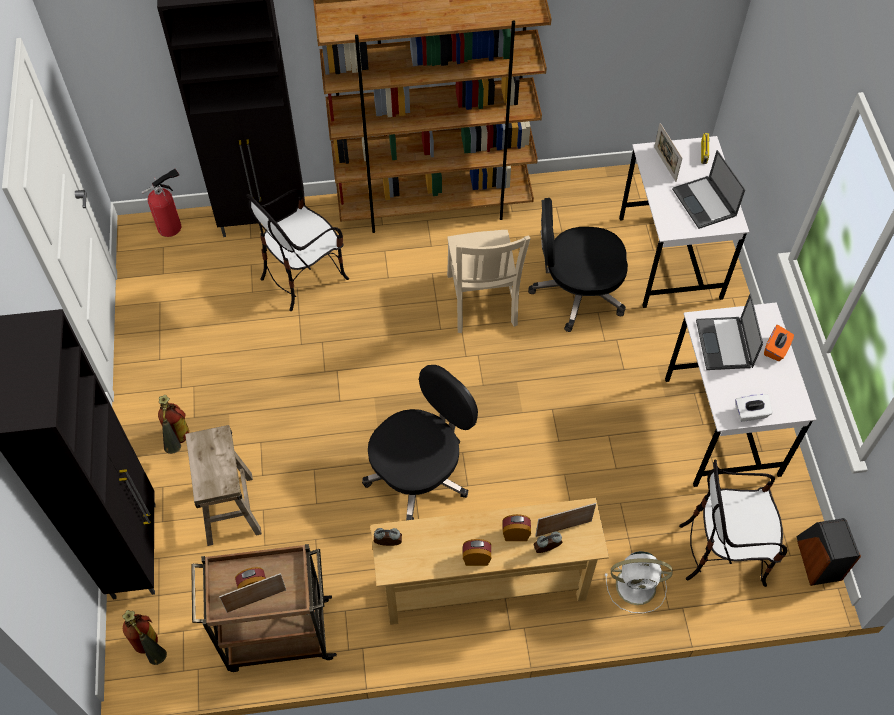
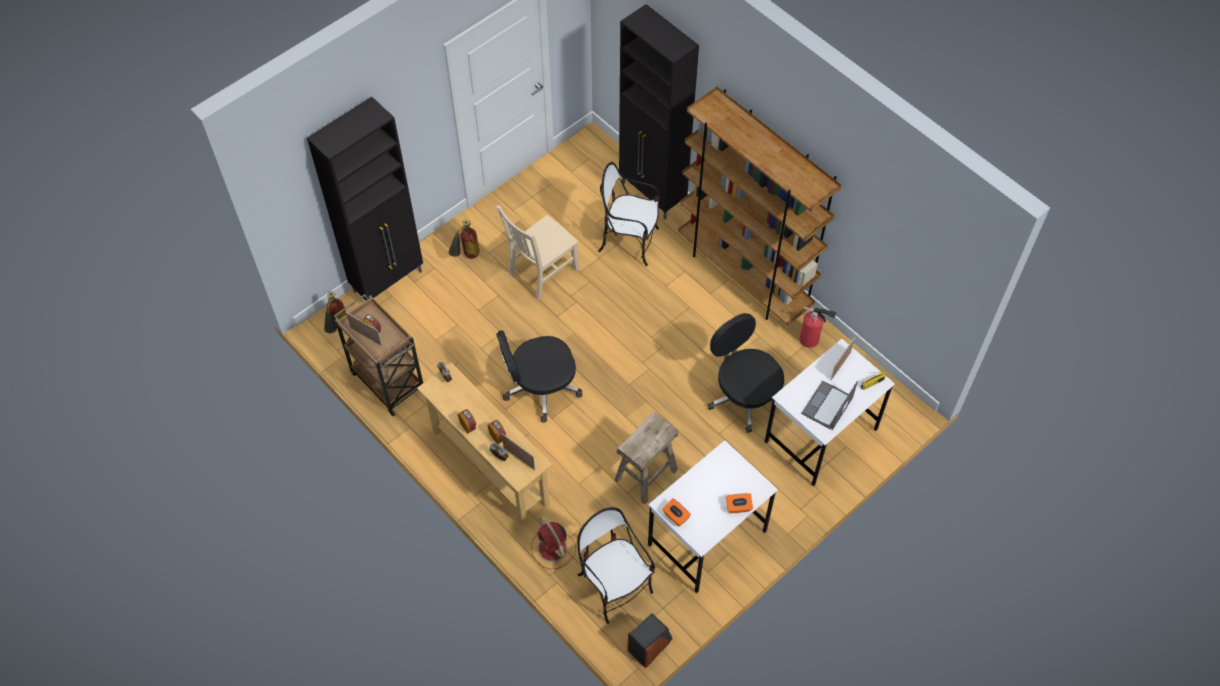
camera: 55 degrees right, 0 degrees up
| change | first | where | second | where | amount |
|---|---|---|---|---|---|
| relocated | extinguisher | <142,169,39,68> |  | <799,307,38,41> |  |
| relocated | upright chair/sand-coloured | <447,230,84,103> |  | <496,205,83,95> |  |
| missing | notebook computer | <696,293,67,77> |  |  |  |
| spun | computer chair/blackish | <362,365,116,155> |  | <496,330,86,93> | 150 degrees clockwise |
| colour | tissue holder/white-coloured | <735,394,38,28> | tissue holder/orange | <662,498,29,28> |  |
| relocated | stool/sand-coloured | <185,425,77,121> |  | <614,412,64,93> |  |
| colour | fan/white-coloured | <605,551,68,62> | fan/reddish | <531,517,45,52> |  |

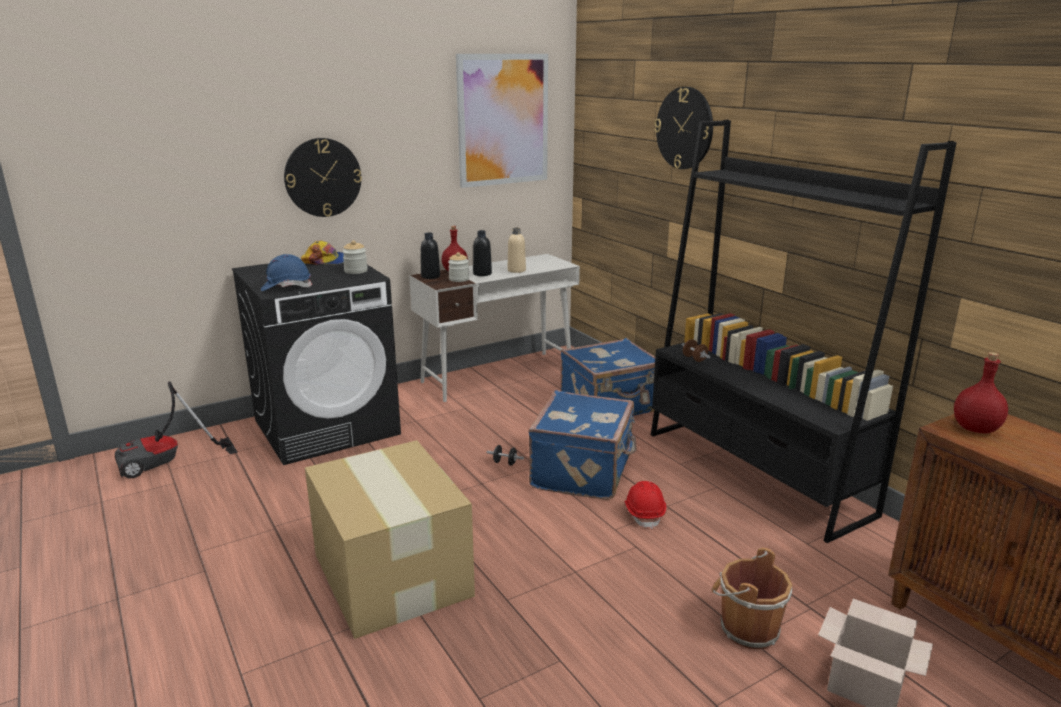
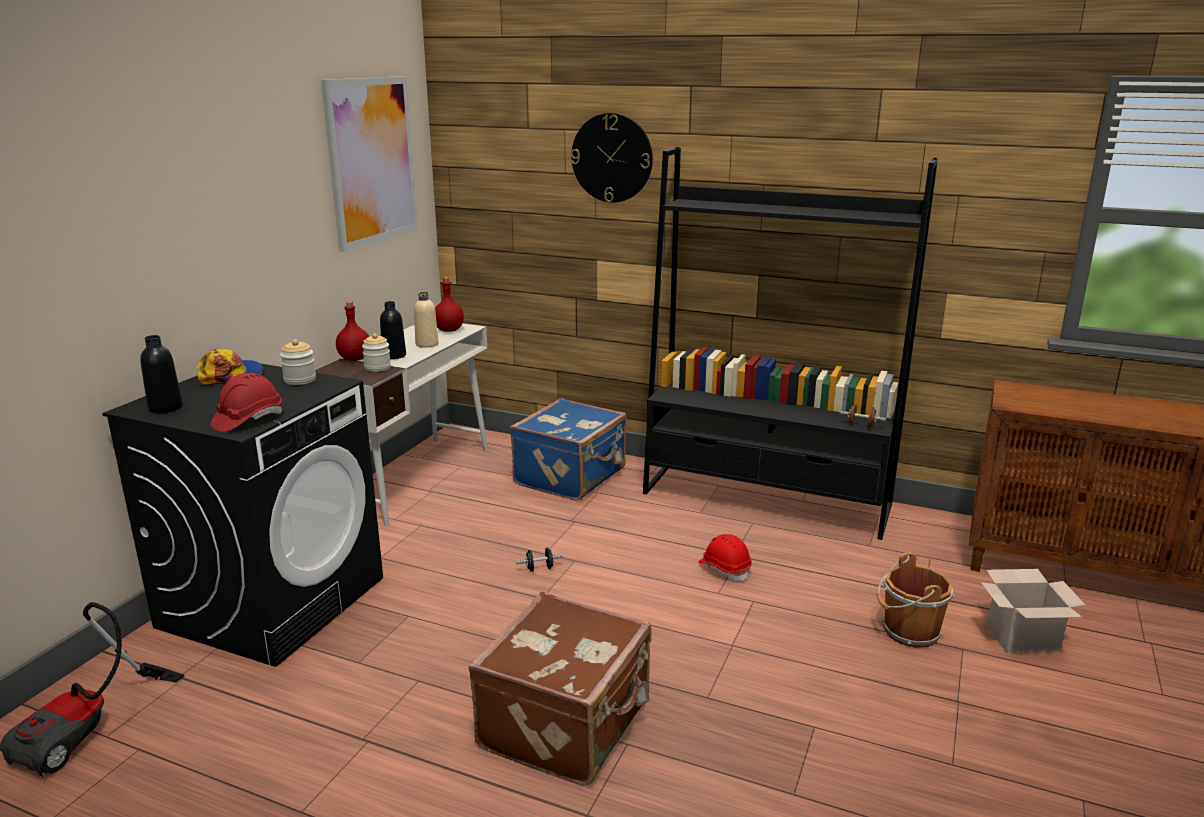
camera: 35 degrees left, 0 degrees up
| change | first | where | second | where | amount |
|---|---|---|---|---|---|
| missing | clock on the wall | <284,138,78,79> |  |  |  |
| relocated | bottle/blackish | <421,233,19,46> |  | <140,335,43,78> |  |
| colour | work helmet/blue-coloured | <261,254,51,37> | work helmet/reddish | <211,373,71,59> |  |
| relocated | hand weight/brownish | <682,339,28,23> |  | <839,404,47,24> |  |
| relocated | bottle/reddish | <954,352,54,82> |  | <435,277,29,55> |  |
| missing | travel case/blue-coloured | <529,390,108,110> |  |  |  |
| exchanged | carton | <305,440,170,199> | travel case/brownish | <468,592,184,194> |  |

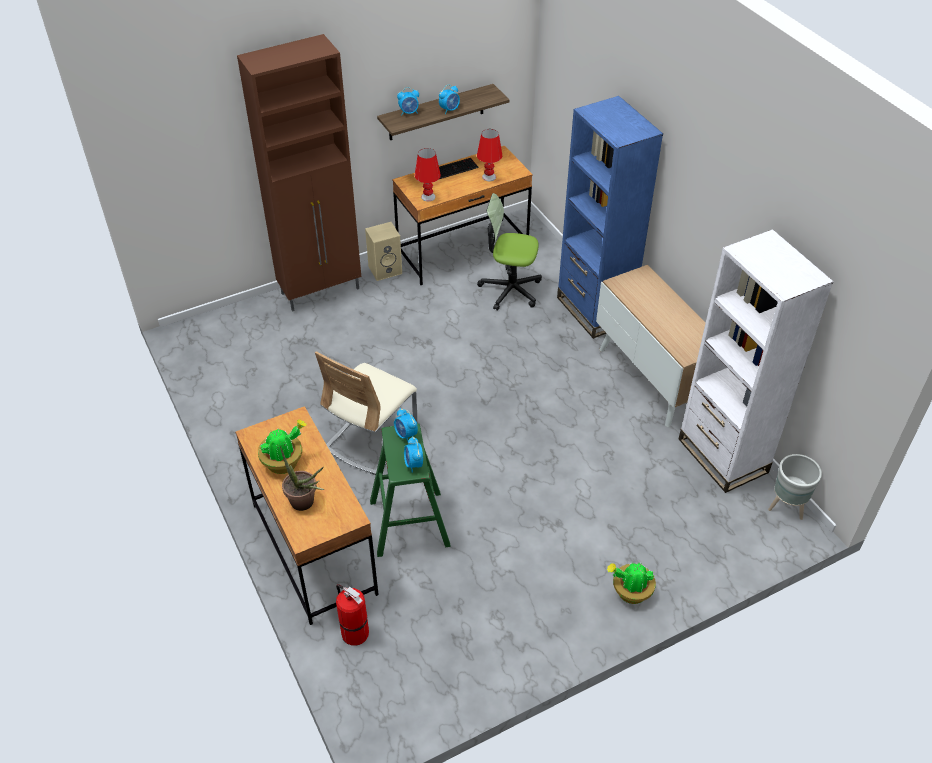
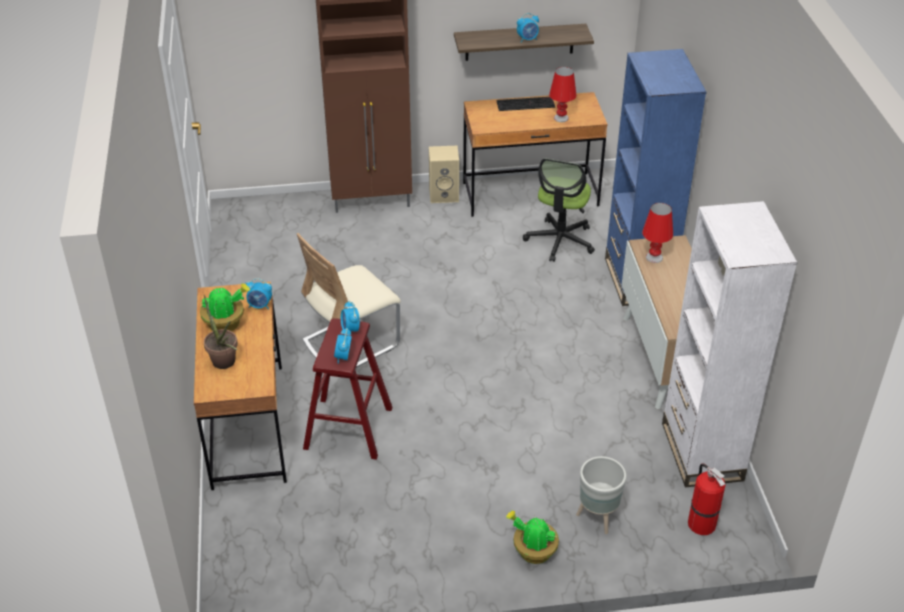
camera: 20 degrees right, 5 degrees down
| change | first | where | second | where | amount |
|---|---|---|---|---|---|
| relocated | bedside clock | <397,87,22,29> |  | <246,278,26,32> |  |
| relocated | lamp for a table/reddish | <414,148,27,53> |  | <642,203,31,60> |  |
| spun | computer chair | <477,193,65,118> |  | <523,159,72,103> | 105 degrees counterclockwise |
| colour | stool/green | <370,423,81,134> | stool/reddish | <303,318,89,142> |  |
| relocated | planter/gray | <768,454,54,66> |  | <576,456,51,78> |  |
| relocated | extinguisher | <336,584,33,62> |  | <688,463,37,72> |  |

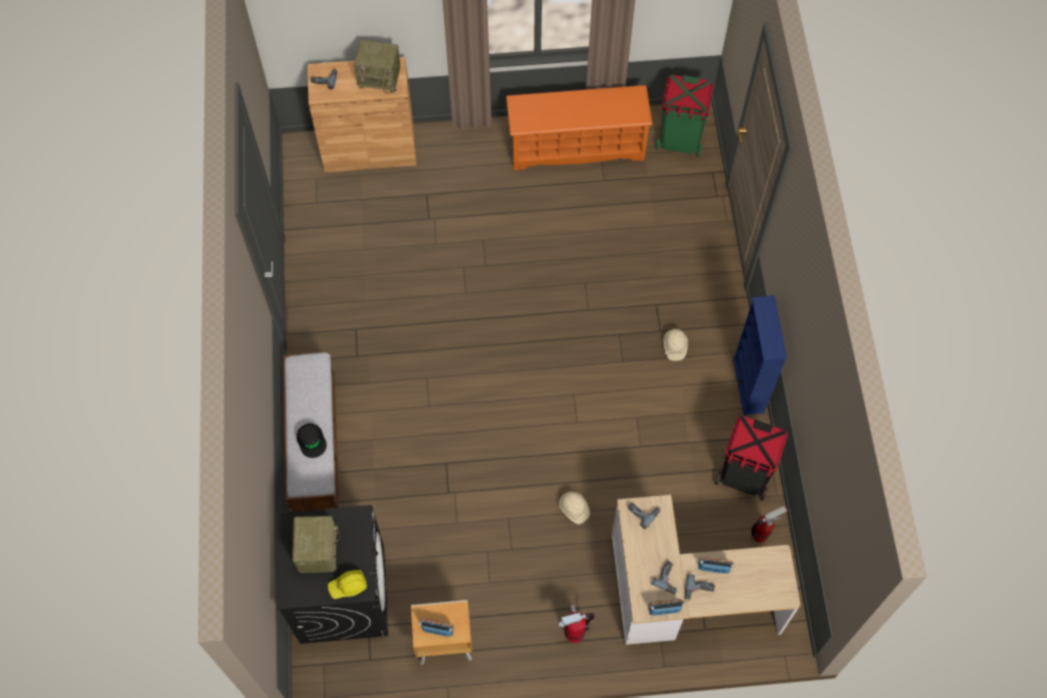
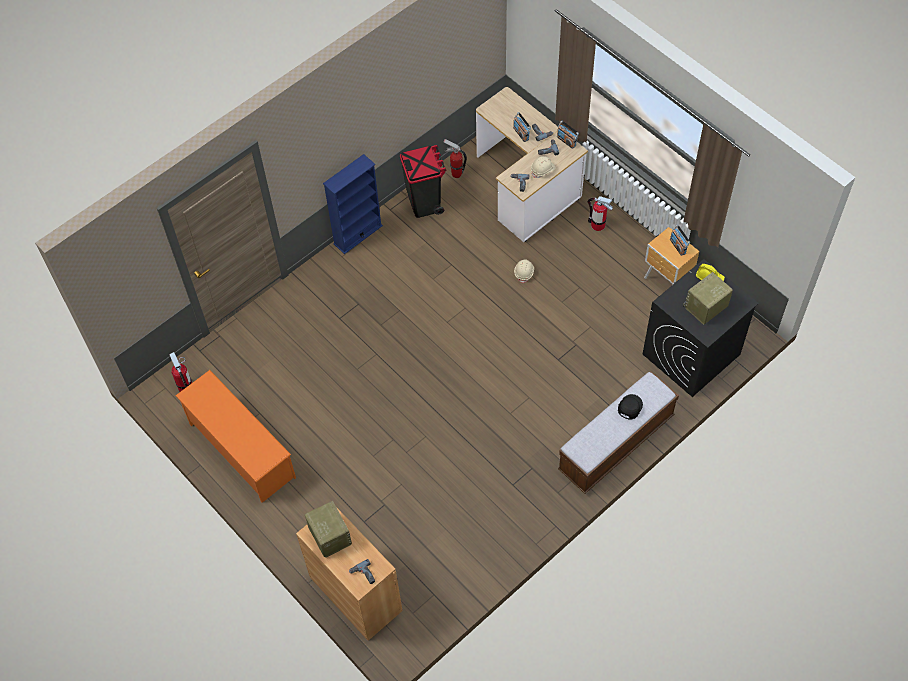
camera: 125 degrees left, 5 degrees down
| change | first | where | second | where | amount |
|---|---|---|---|---|---|
| exchanged | trash can/green | <656,75,57,82> | extinguisher | <169,352,23,40> |  |
| relocated | work helmet/sand-coloured | <663,329,25,32> |  | <531,156,25,22> |  |

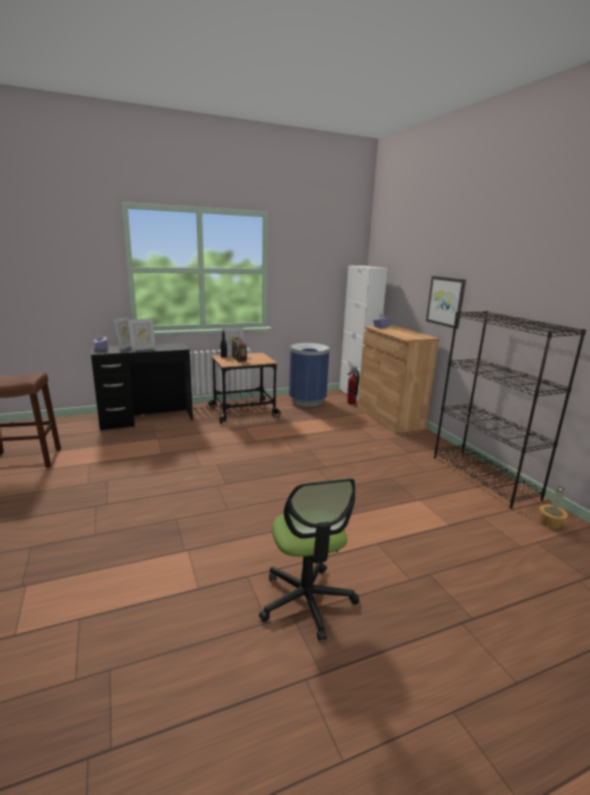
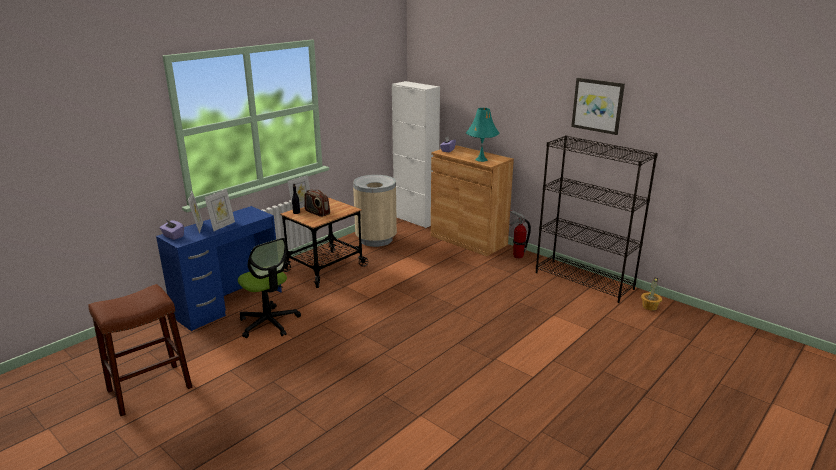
camera: 25 degrees left, 5 degrees up
| change | first | where | second | where | amount |
|---|---|---|---|---|---|
| relocated | wall picture | <426,276,40,53> |  | <571,78,54,57> |  |
| colour | desk unit/blackish | <91,343,102,87> | desk unit/blue-coloured | <156,206,126,125> |  |
| colour | trash can/blue-coloured | <289,343,41,64> | trash can/sand-coloured | <353,175,44,72> |  |
| relocated | extinguisher | <347,362,12,42> |  | <510,210,21,49> |  |
| relocated | computer chair | <259,478,100,163> |  | <238,238,63,100> |  |
| appeared |  |  | lamp for a table/turquoise | <466,108,34,54> |  |

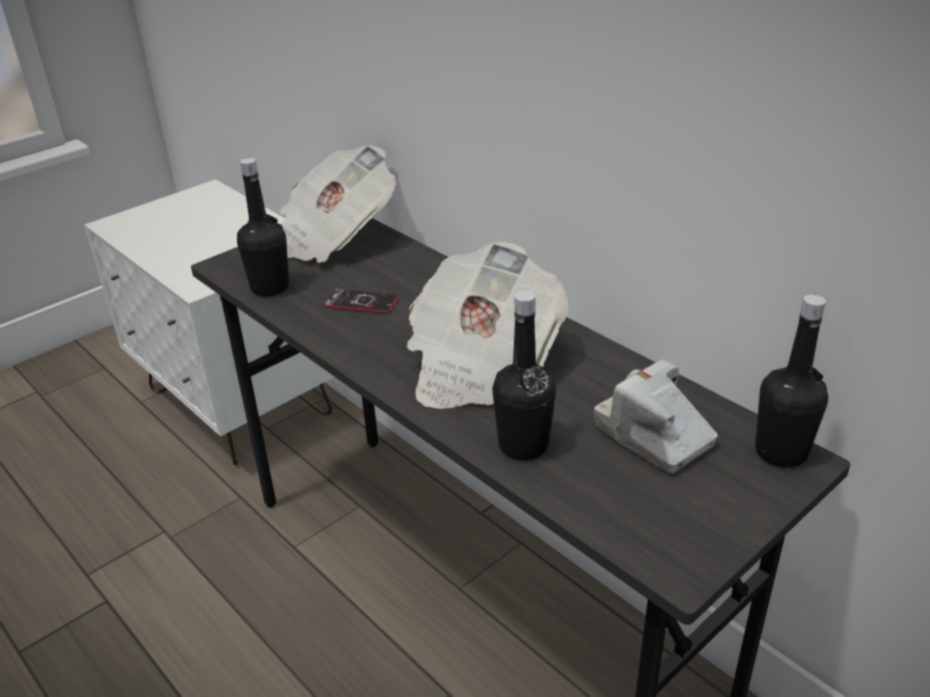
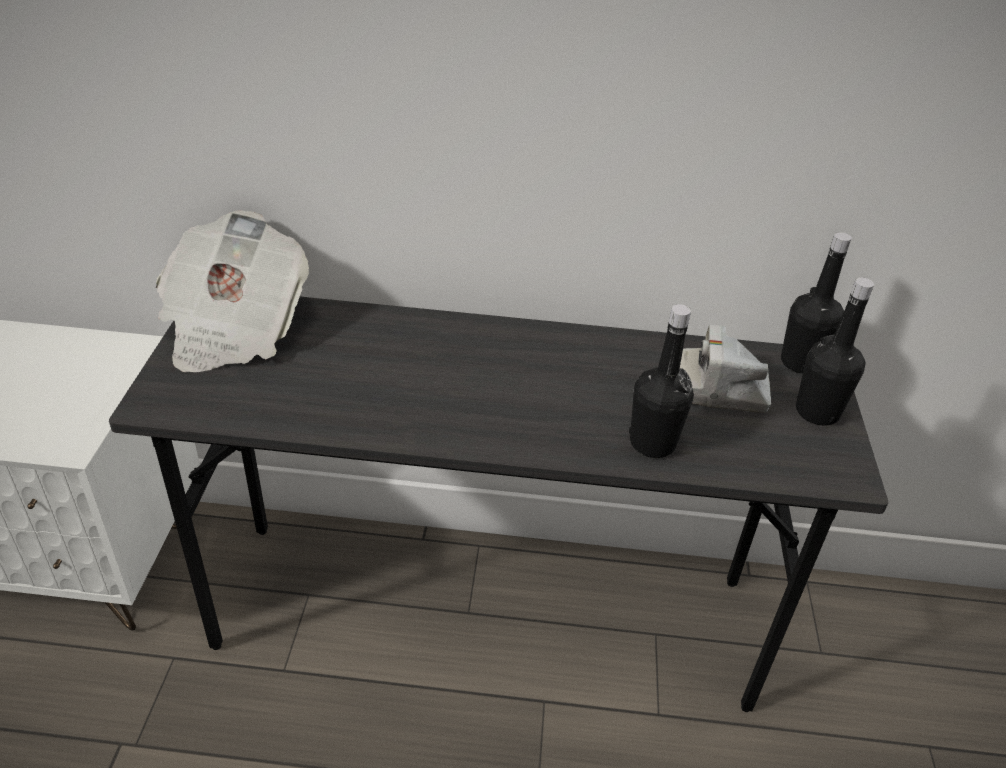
camera: 45 degrees left, 5 degrees up
| change | first | where | second | where | amount |
|---|---|---|---|---|---|
| relocated | bottle/blackish | <237,158,52,139> |  | <796,277,78,149> |  |
| missing | newspaper | <407,242,162,167> |  |  |  |
| missing | phone | <323,288,75,25> |  |  |  |

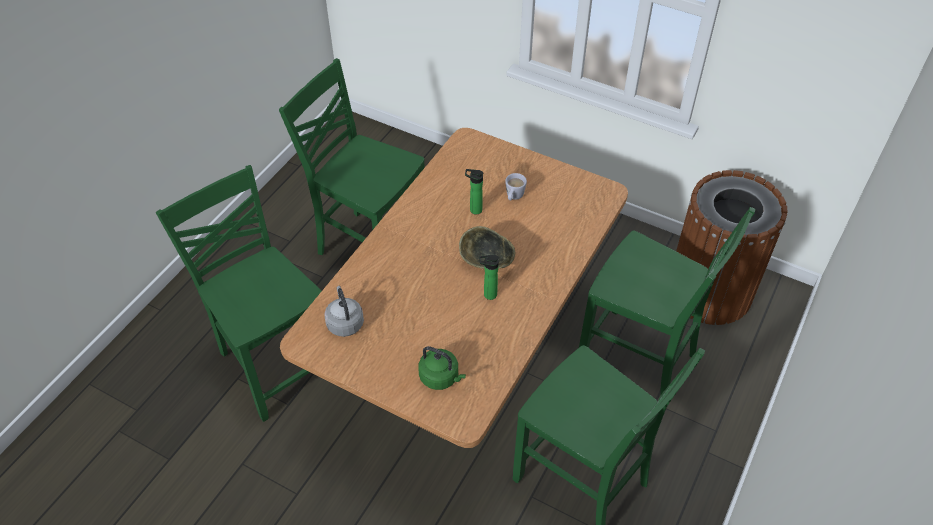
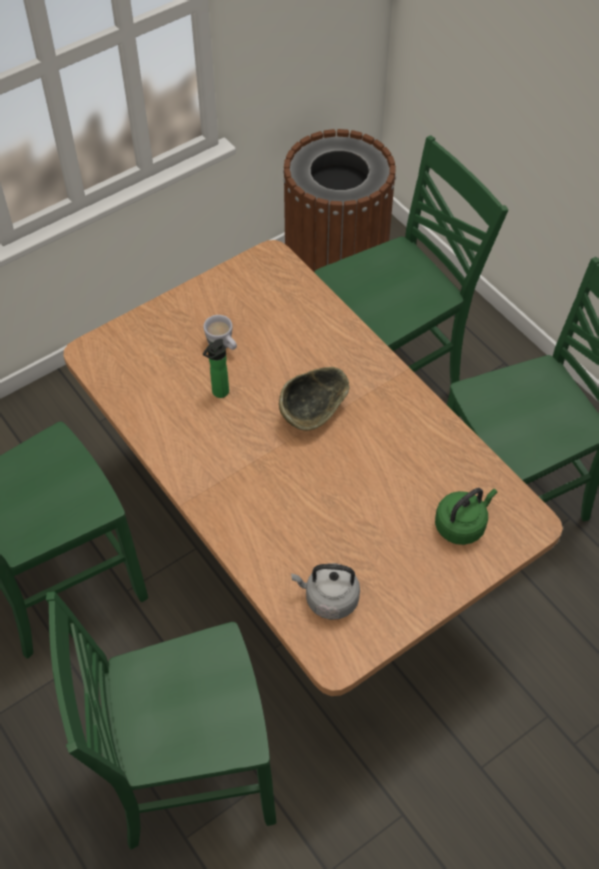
camera: 65 degrees left, 5 degrees up
| change | first | where | second | where | amount |
|---|---|---|---|---|---|
| missing | bottle | <479,255,20,45> |  |  |  |

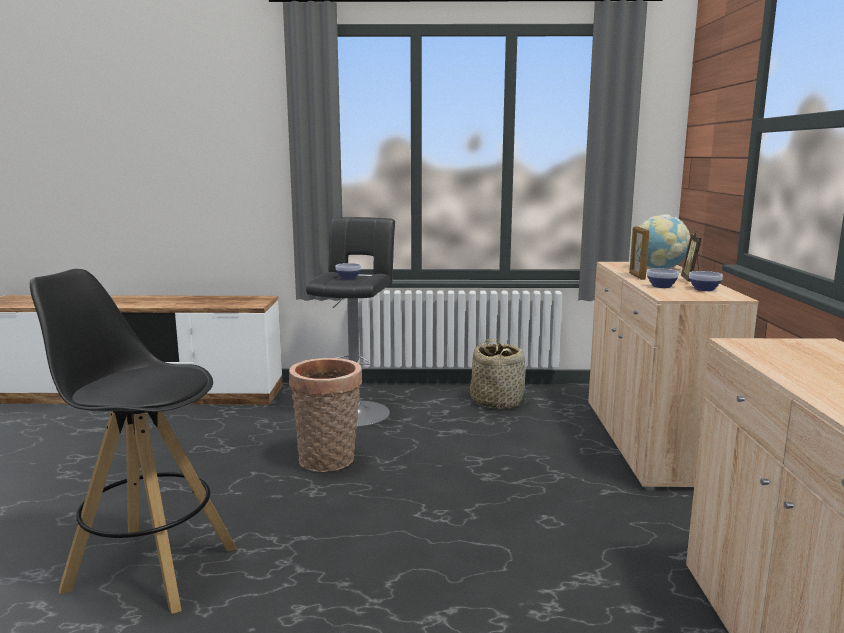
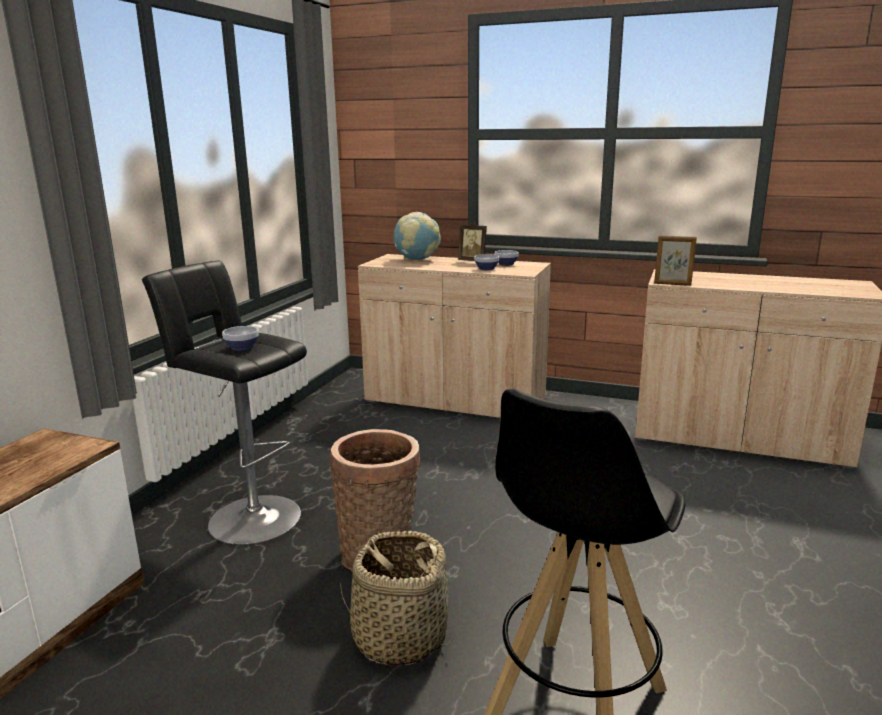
camera: 70 degrees left, 5 degrees up
| change | first | where | second | where | amount |
|---|---|---|---|---|---|
| relocated | photo frame | <629,226,20,54> |  | <654,236,43,50> |  |
| relocated | basket | <470,339,56,70> |  | <340,531,115,135> |  |

